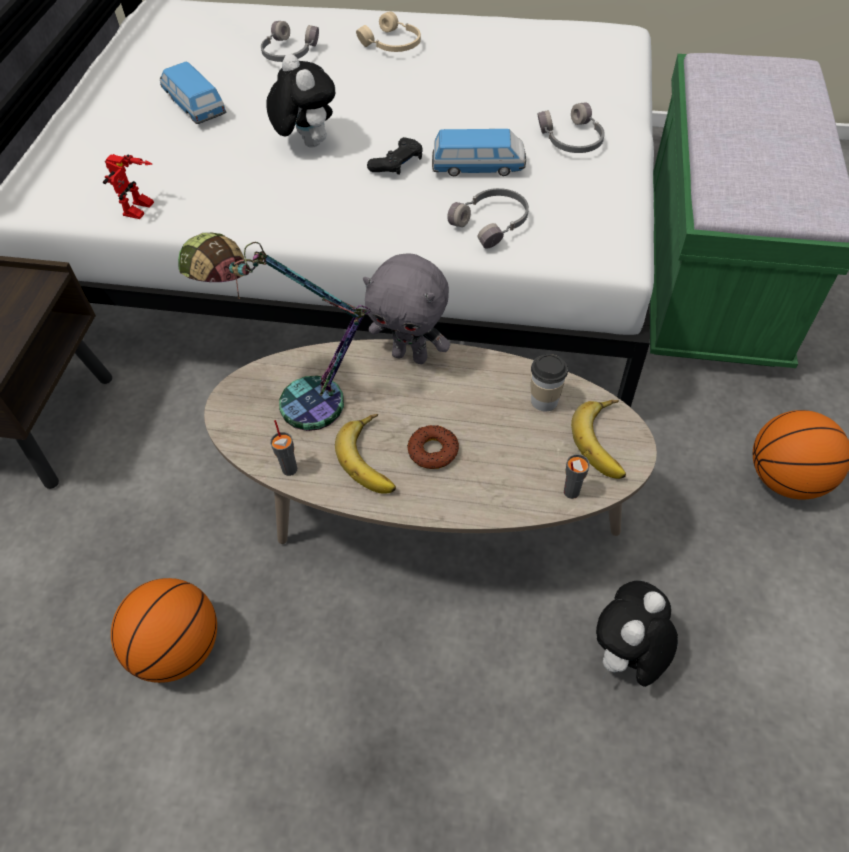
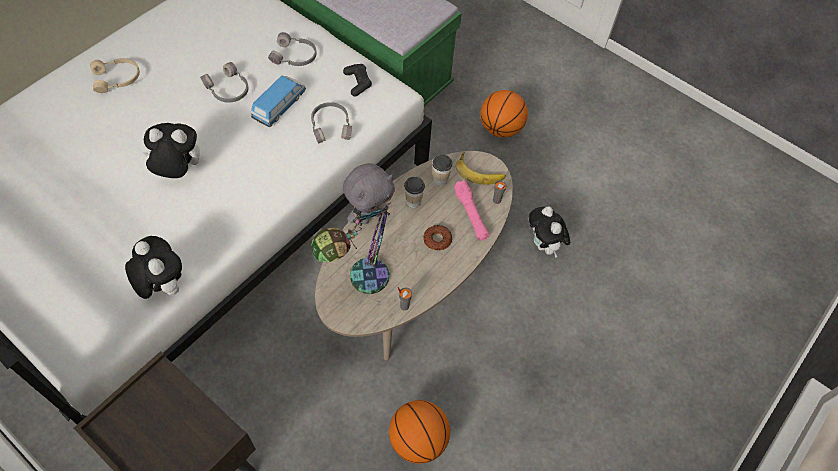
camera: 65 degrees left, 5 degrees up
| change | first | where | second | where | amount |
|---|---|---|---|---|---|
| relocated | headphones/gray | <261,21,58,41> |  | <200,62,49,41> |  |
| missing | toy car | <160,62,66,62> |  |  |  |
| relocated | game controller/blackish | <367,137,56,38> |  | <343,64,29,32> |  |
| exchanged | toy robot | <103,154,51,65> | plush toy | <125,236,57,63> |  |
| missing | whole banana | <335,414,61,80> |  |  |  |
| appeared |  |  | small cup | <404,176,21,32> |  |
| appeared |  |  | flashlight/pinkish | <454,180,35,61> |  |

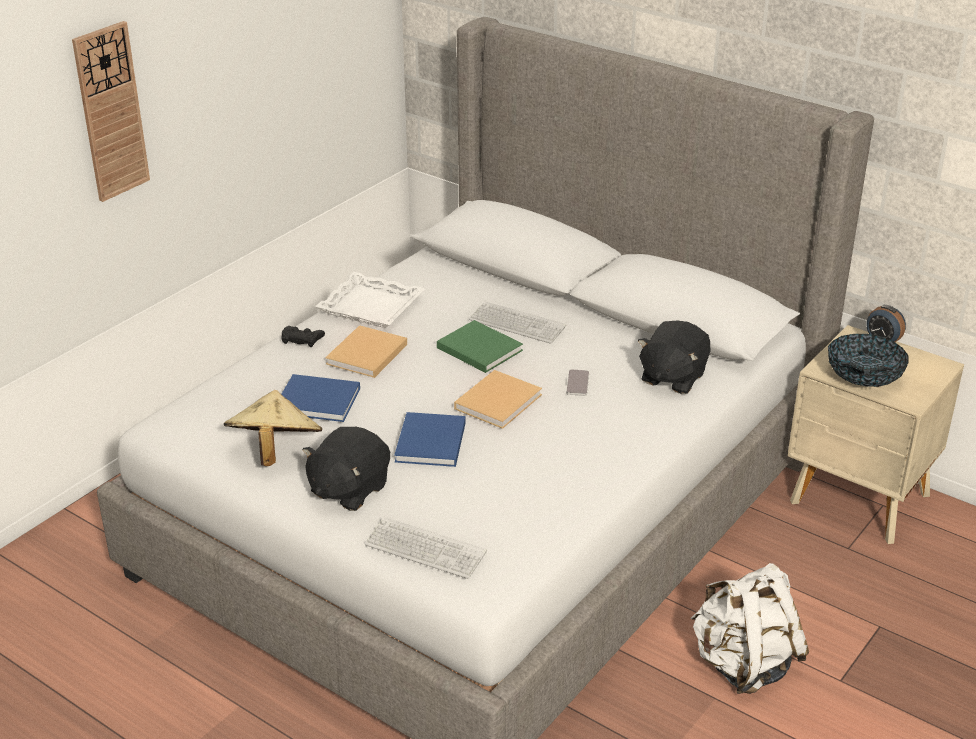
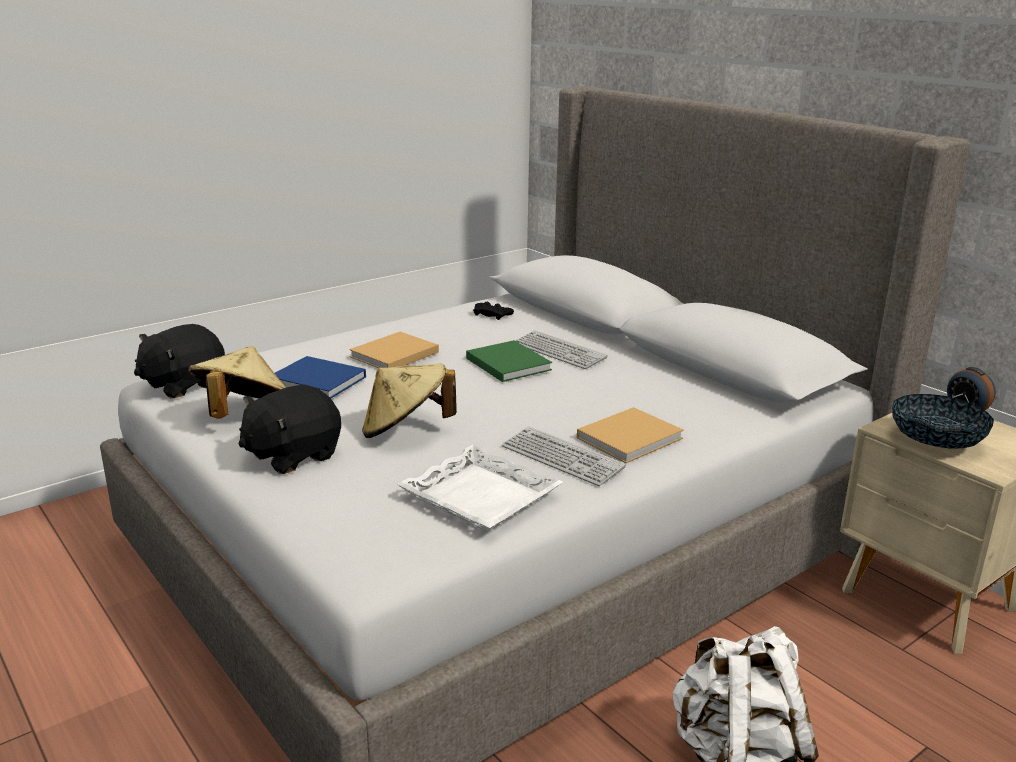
camera: 15 degrees right, 10 degrees down
| change | first | where | second | where | amount |
|---|---|---|---|---|---|
| missing | clock on the wall | <72,21,78,181> |  |  |  |
| relocated | serving tray/white-coloured | <315,272,110,56> |  | <397,445,166,87> |  |
| relocated | plush toy/blackish | <638,321,72,73> |  | <134,324,91,74> |  |
| relocated | game controller/blackish | <281,326,44,21> |  | <473,302,41,18> |  |
| missing | phone | <566,369,23,27> |  |  |  |
| relocated | bound book/sand-coloured | <454,370,88,59> |  | <577,407,107,56> |  |
| exchanged | bound book/blue-coloured | <394,412,72,55> | clothing hat/sand-coloured | <362,363,95,75> |  |
| relocated | keyboard | <365,517,122,62> |  | <502,426,124,60> |  |

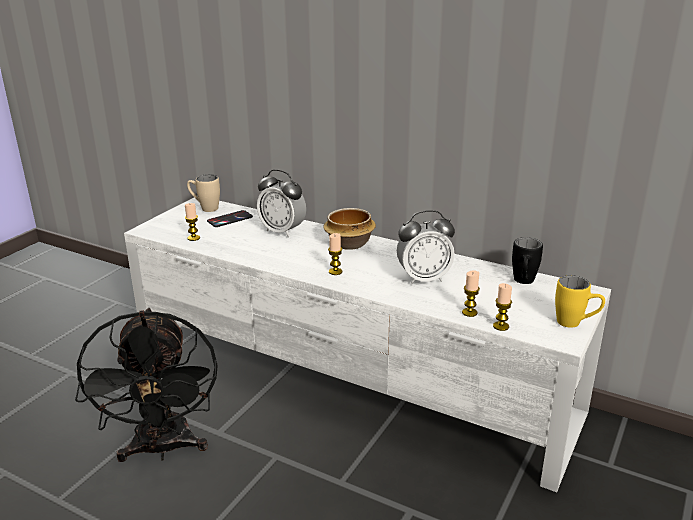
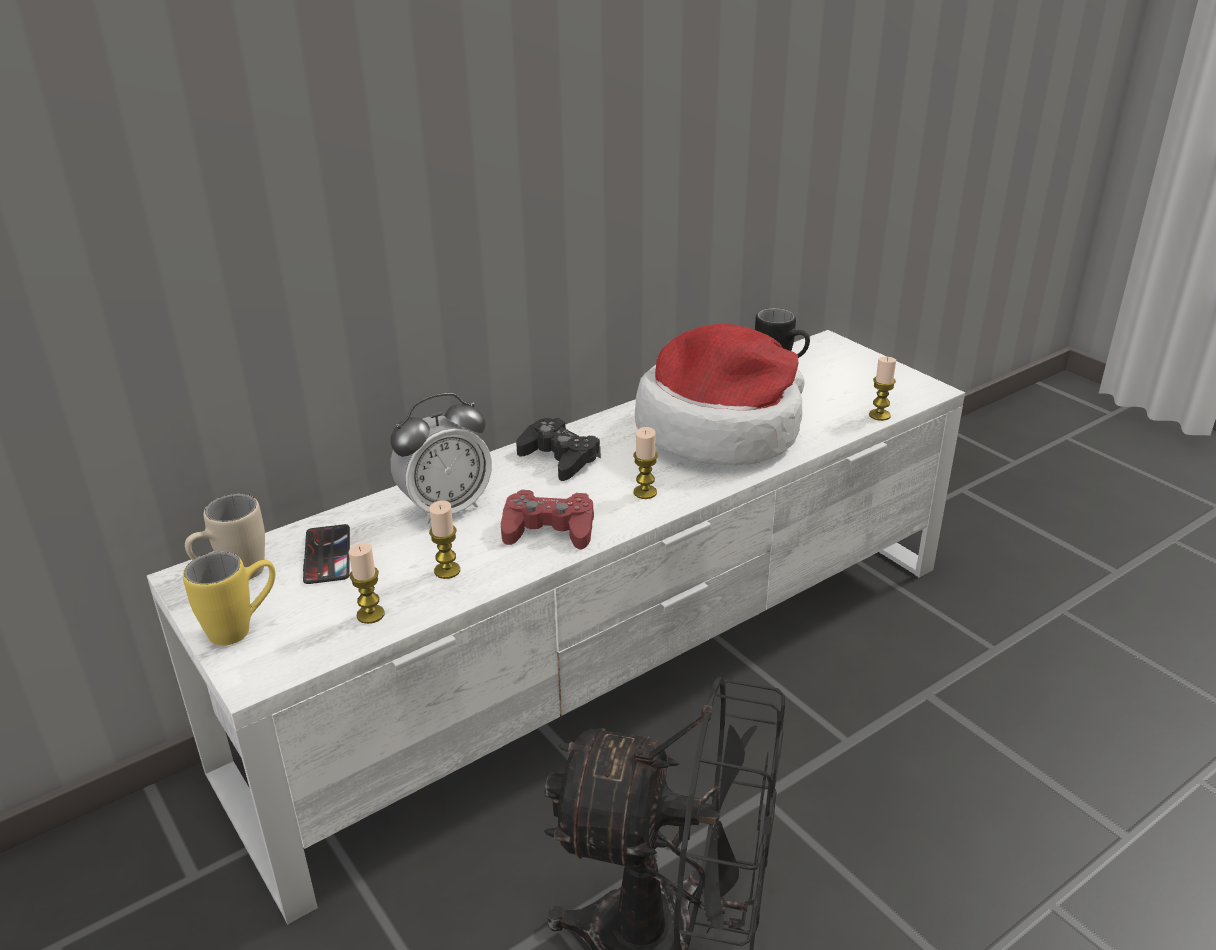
camera: 65 degrees left, 5 degrees up
| change | first | where | second | where | amount |
|---|---|---|---|---|---|
| exchanged | deep dish | <323,208,53,42> | game controller/blackish | <516,418,85,63> |  |
| exchanged | bedside clock | <397,210,58,75> | clothing hat | <635,324,170,141> |  |
| relocated | wax light | <462,270,18,47> |  | <429,500,31,79> |  |
| relocated | mug/yellow-coloured | <555,275,50,53> |  | <183,552,92,94> |  |
| appeared |  |  | game controller/reddish | <501,490,93,60> |  |

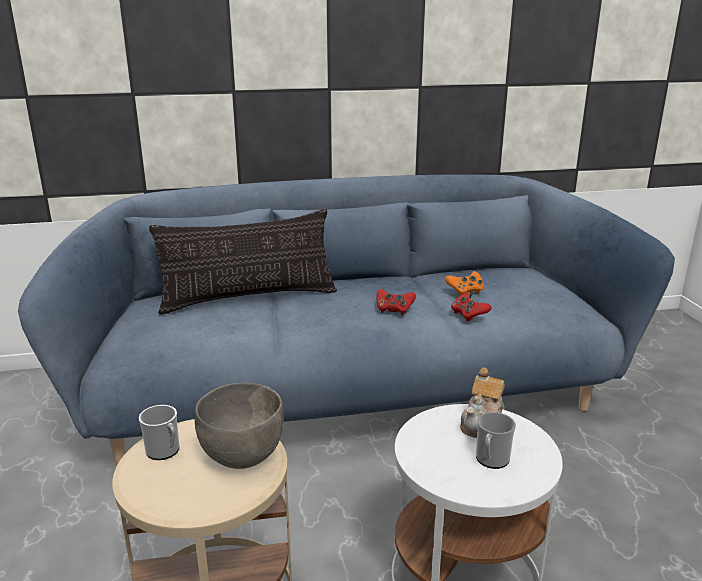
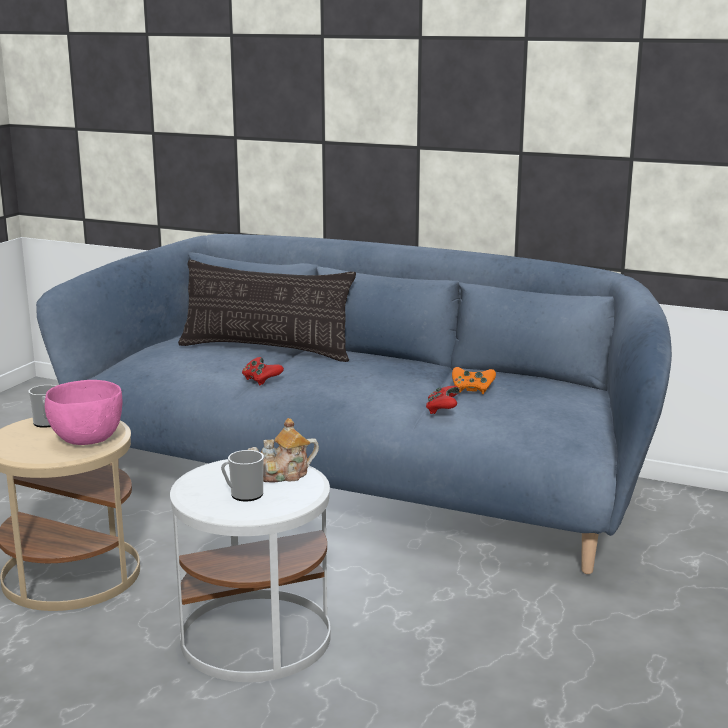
camera: 35 degrees right, 5 degrees down
| change | first | where | second | where | amount |
|---|---|---|---|---|---|
| relocated | game controller/reddish | <376,289,40,26> |  | <242,357,42,29> |  |
| colour | deep dish/gray | <195,383,89,86> | deep dish/pinkish | <45,380,77,65> |  |

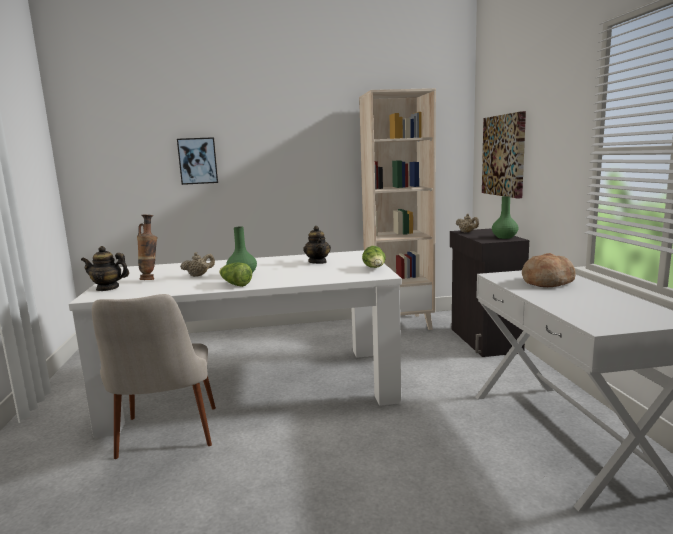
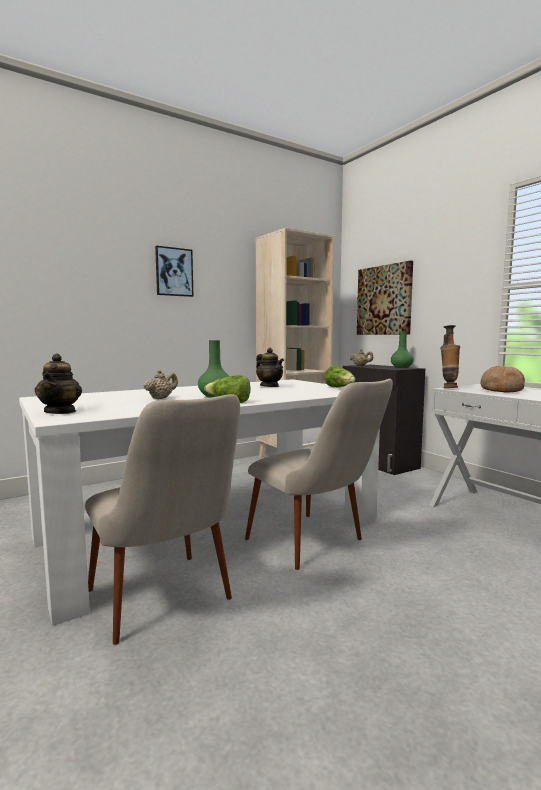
camera: 25 degrees left, 5 degrees down
| change | first | where | second | where | amount |
|---|---|---|---|---|---|
| relocated | wall picture | <177,137,41,48> |  | <155,246,39,51> |  |
| relocated | flower vase | <137,214,21,66> |  | <440,325,20,63> |  |
| spun | pot for tea | <81,246,48,45> |  | <35,353,47,61> | 75 degrees counterclockwise |
| appeared |  |  | upright chair/sand-coloured | <245,379,148,191> |  |

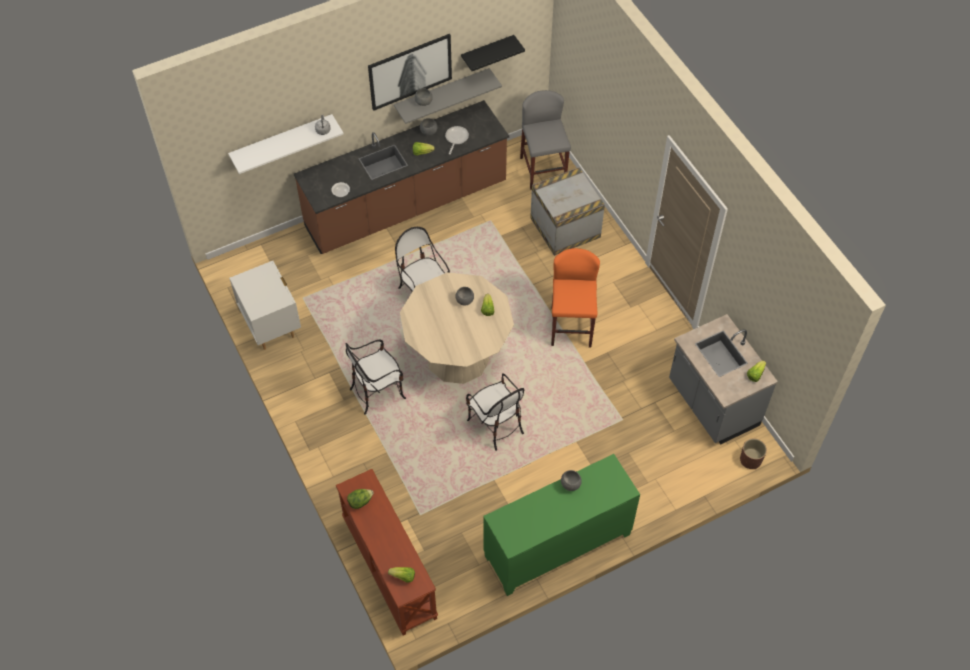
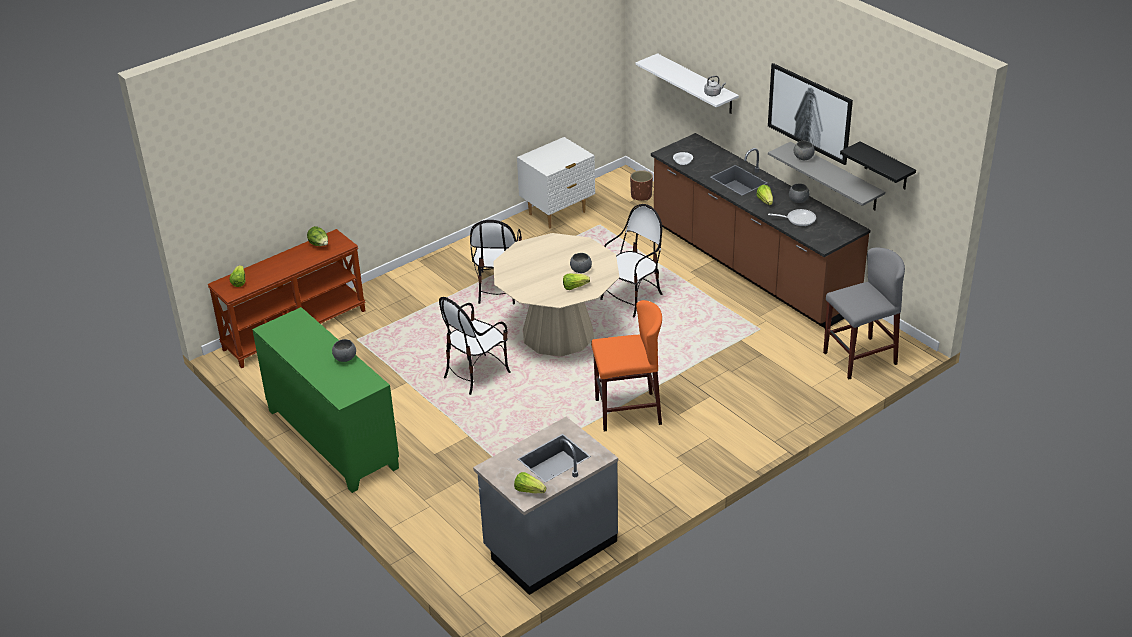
camera: 80 degrees right, 20 degrees down
| change | first | where | second | where | amount |
|---|---|---|---|---|---|
| missing | crate | <530,167,75,89> |  |  |  |
| spun | upright chair | <346,340,60,75> |  | <470,220,52,84> | 135 degrees counterclockwise |
| relocated | planter/brownish | <740,438,27,31> |  | <630,170,23,31> |  |

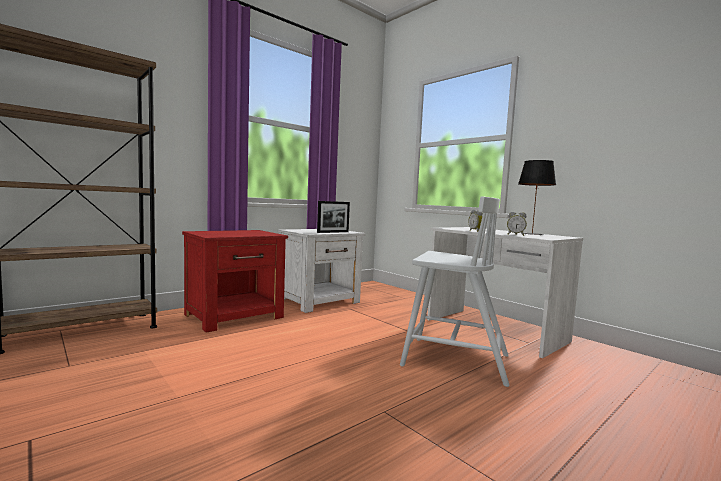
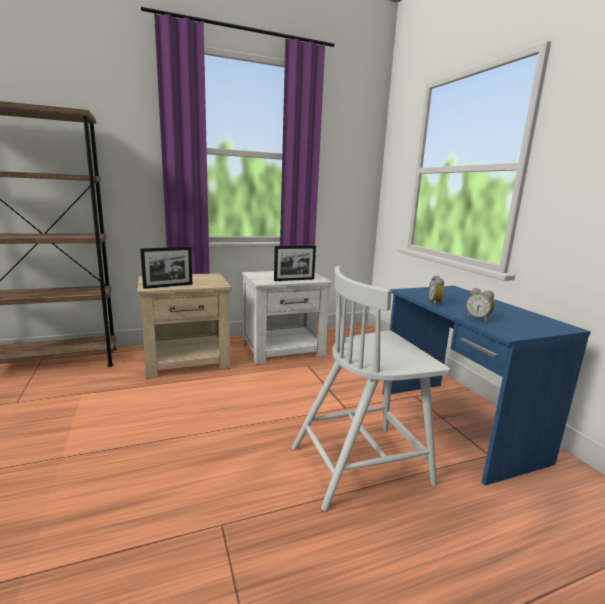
camera: 20 degrees right, 10 degrees up
| change | first | where | second | where | amount |
|---|---|---|---|---|---|
| missing | lamp for a table/blackish | <518,160,38,75> |  |  |  |
| spun | upright chair/white-coloured | <400,196,110,191> |  | <292,266,158,245> | 120 degrees clockwise |
| colour | desk unit/white-coloured | <427,227,156,131> | desk unit/blue-coloured | <383,286,208,199> |  |
| colour | nightstand/reddish | <182,230,106,103> | nightstand/sand-coloured | <138,273,94,106> |  |
| appeared |  |  | photo frame | <140,247,52,42> |  |

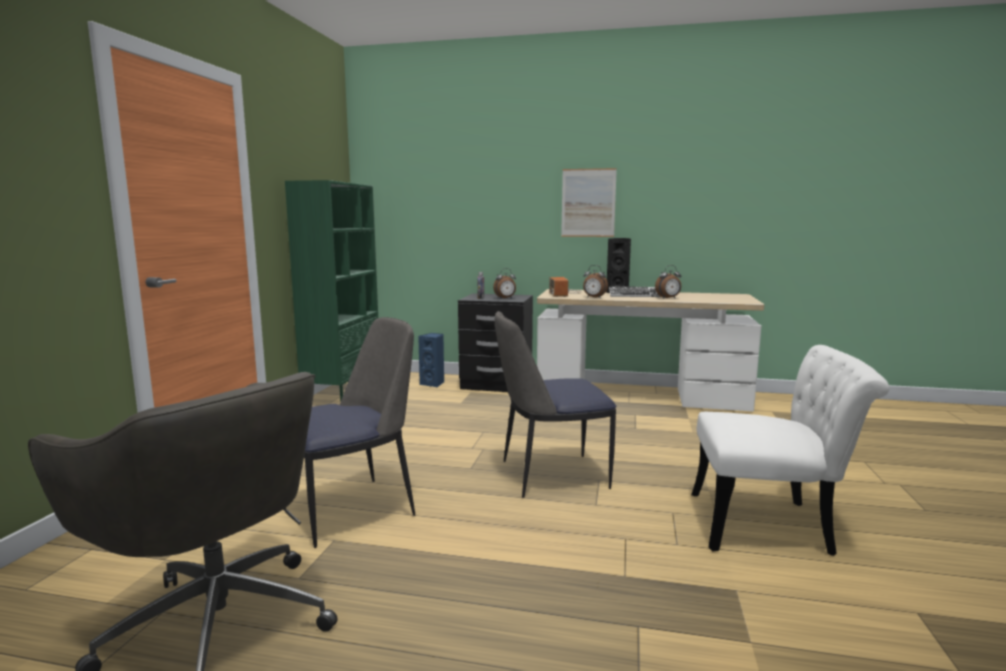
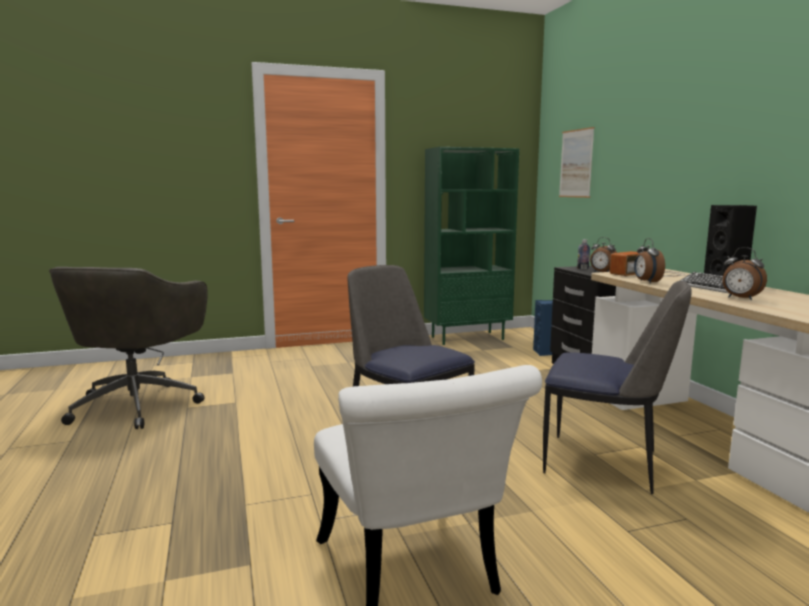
camera: 60 degrees right, 0 degrees up
| change | first | where | second | where | amount |
|---|---|---|---|---|---|
| relocated | wall picture | <561,168,56,69> |  | <559,127,36,71> |  |
| relocated | upright chair | <285,317,130,231> |  | <543,281,149,213> |  |

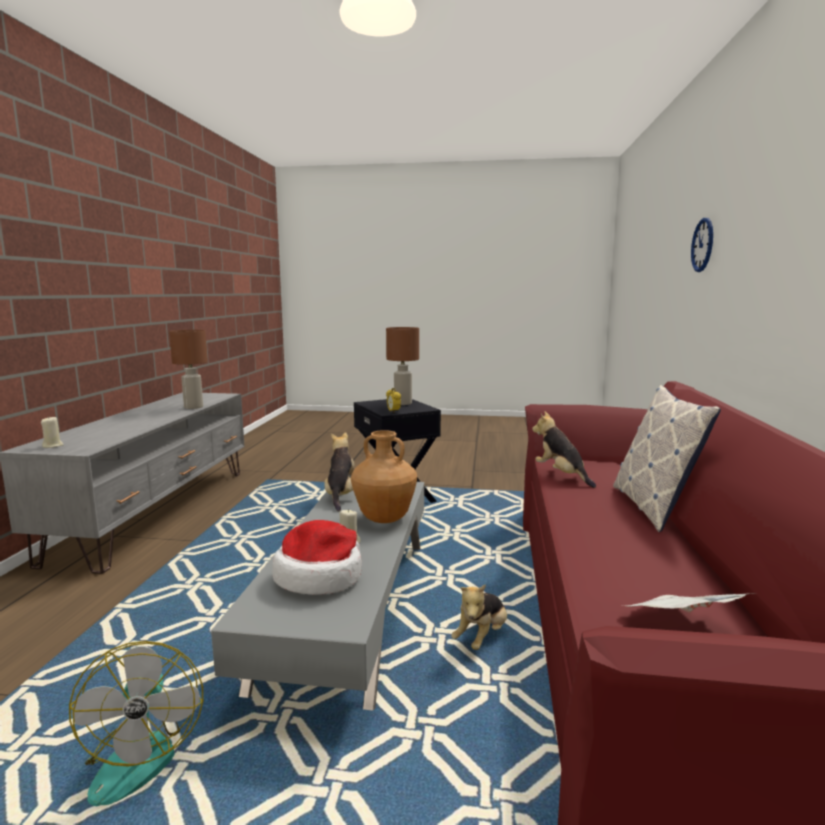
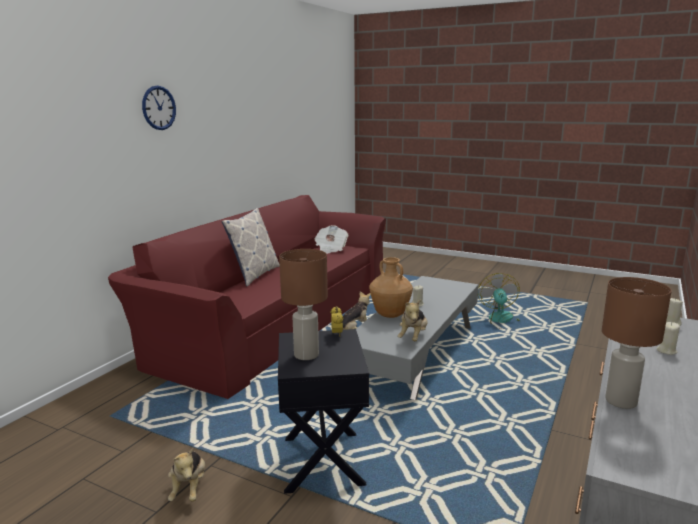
camera: 160 degrees left, 5 degrees up
| change | first | where | second | where | amount |
|---|---|---|---|---|---|
| relocated | clock on the wall | <691,218,22,54> |  | <142,86,34,44> |  |
| relocated | plush toy | <532,411,64,77> |  | <168,448,37,53> |  |
| missing | clothing hat | <272,520,90,75> |  |  |  |
| appeared |  |  | wax light/sand-coloured | <657,322,23,33> |  |

